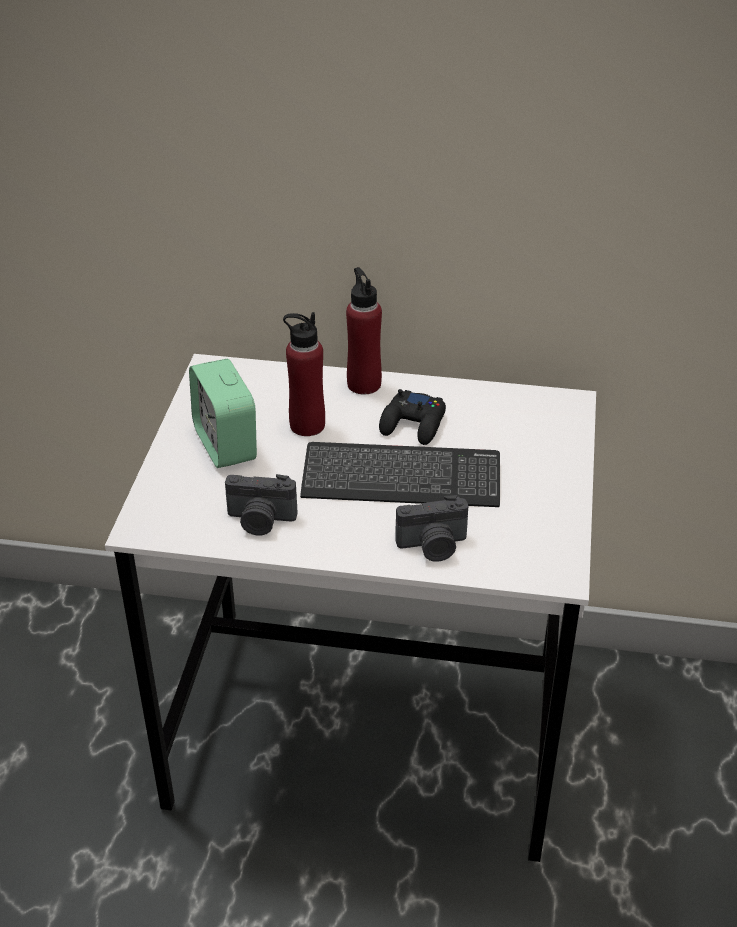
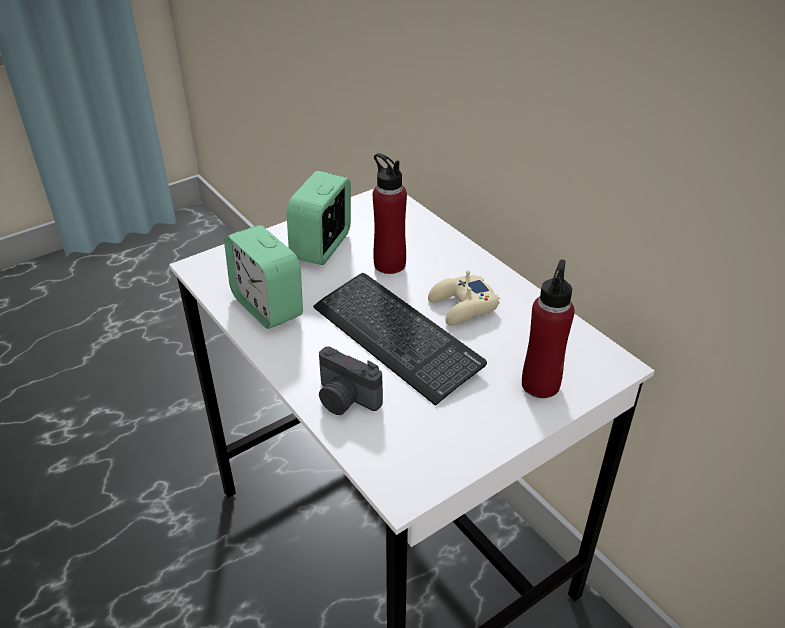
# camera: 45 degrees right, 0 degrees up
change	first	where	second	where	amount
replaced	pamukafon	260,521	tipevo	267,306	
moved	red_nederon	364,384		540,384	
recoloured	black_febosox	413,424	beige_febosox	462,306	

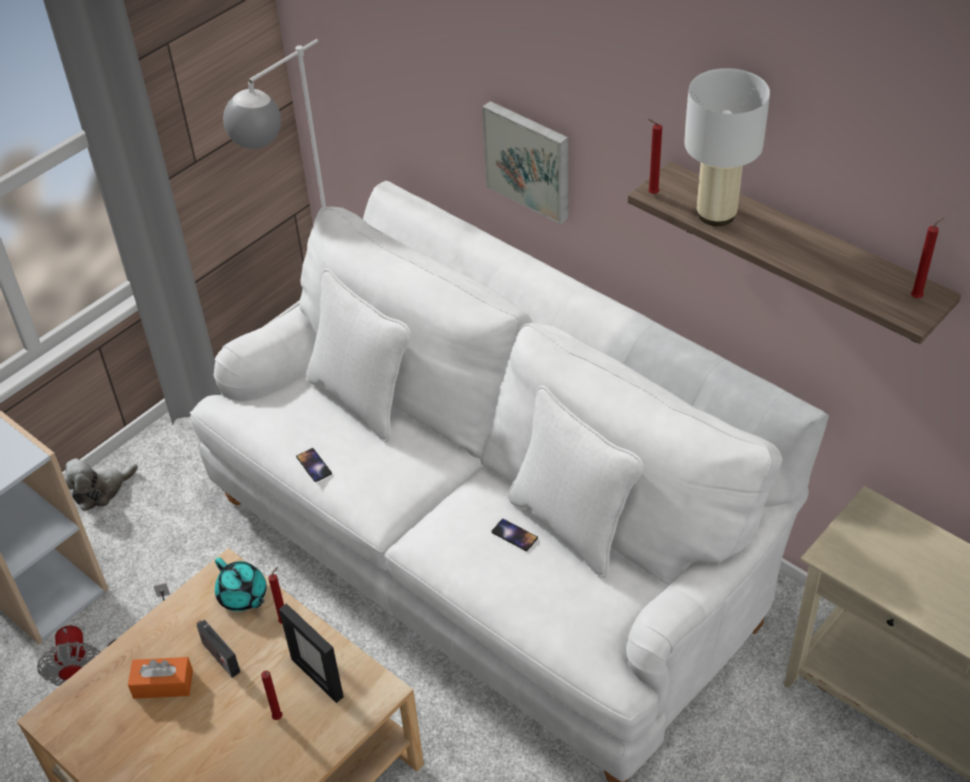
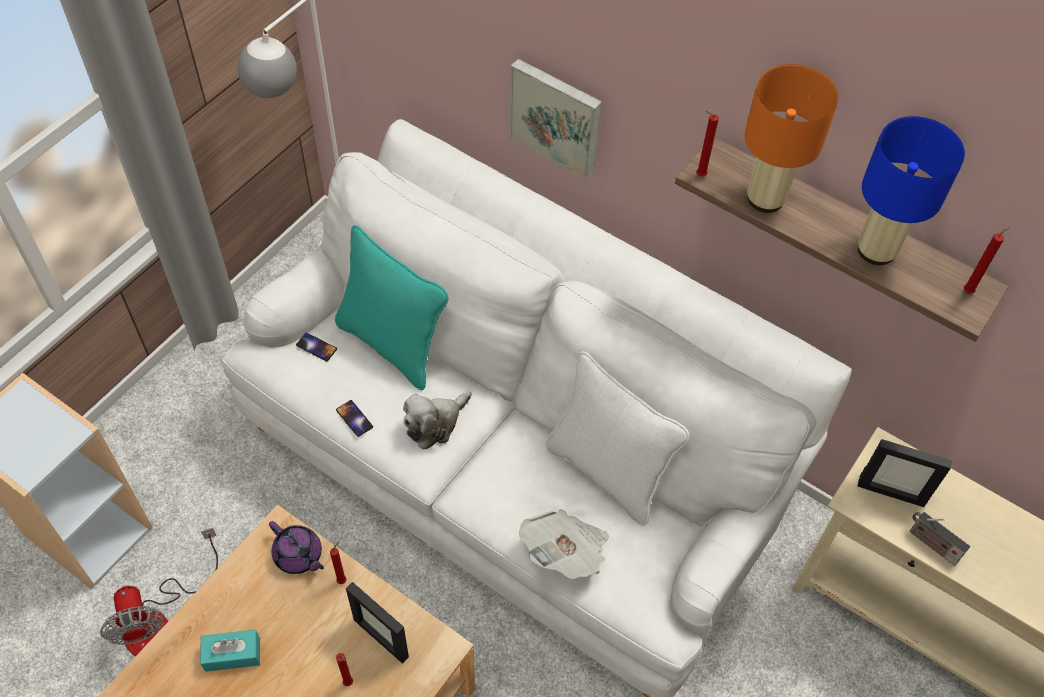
# camera: 10 degrees left, 10 degrees up
change	first	where	second	where	amount
moved	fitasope	100,490		435,423	
recoloured	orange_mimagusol	163,684	turquoise_mimagusol	232,654	
moved	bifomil	218,656		931,544	
recoloured	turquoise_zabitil	243,596	purple_zabitil	299,555	
recoloured	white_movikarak	362,399	turquoise_movikarak	392,344	
moved	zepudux	514,535		316,347	
recoloured	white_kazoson	717,215	orange_kazoson	766,199	
added			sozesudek	566,553	
added			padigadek	891,491	
added			blue_kazoson	877,251	

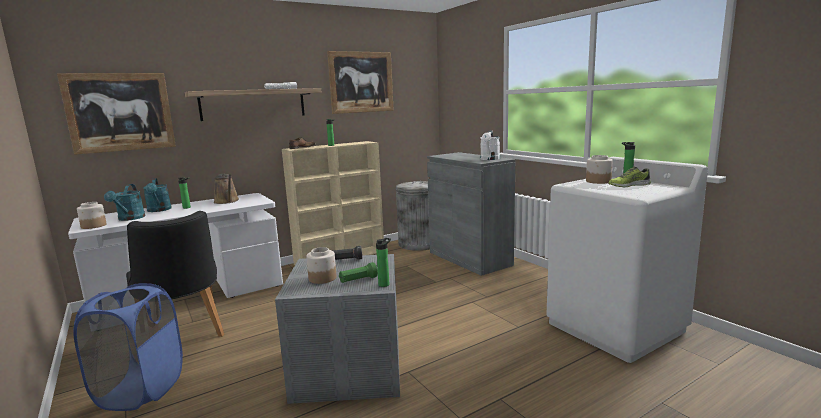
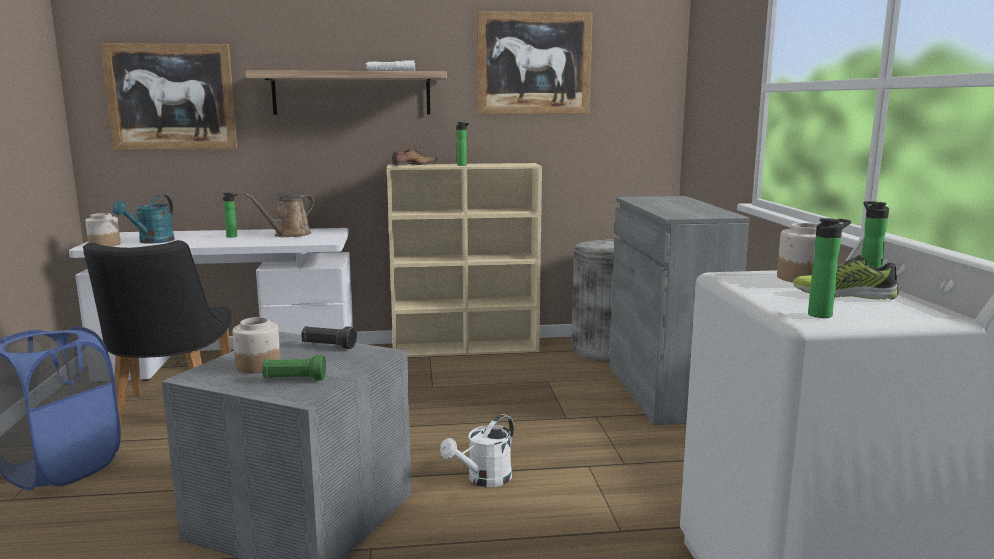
# camera: 25 degrees right, 0 degrees up
change	first	where	second	where	amount
removed	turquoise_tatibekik	159,210			
turned	brown_tatibekik	227,201		289,235	45 degrees clockwise
moved	nederon	385,284		823,315	
moved	white_tatibekik	489,159		484,480	

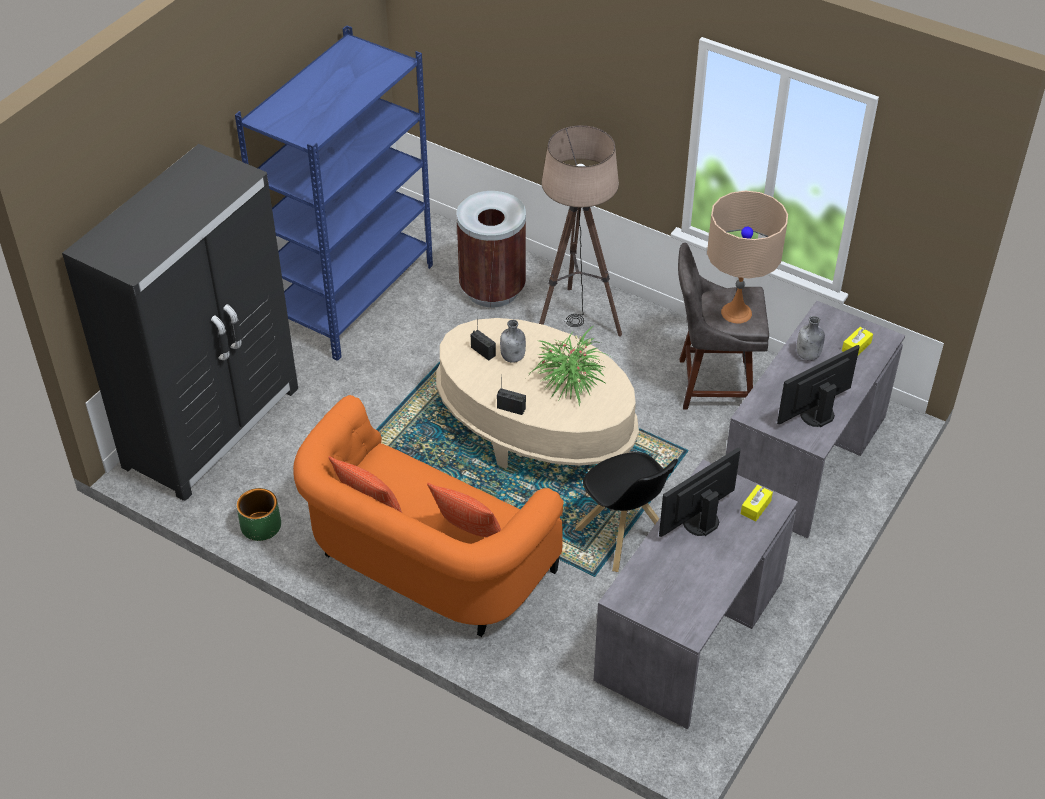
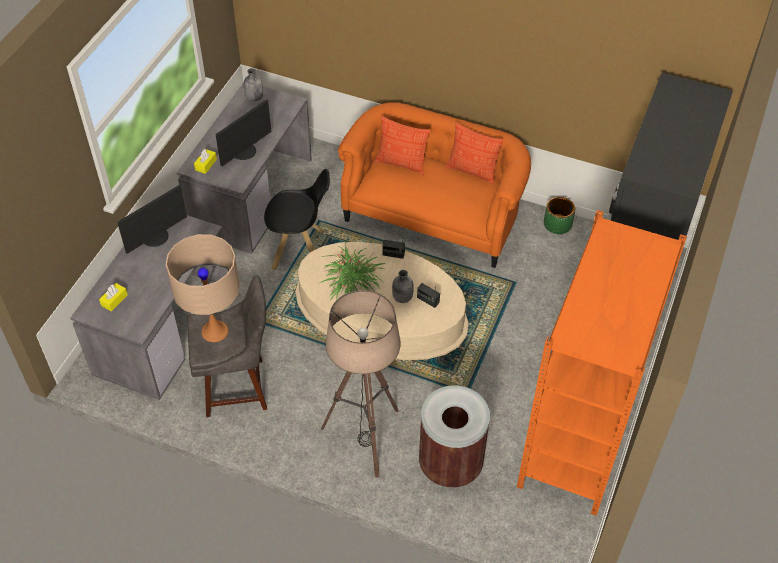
# camera: 170 degrees right, 5 degrees up
change	first	where	second	where	amount
recoloured	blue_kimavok	352,296	orange_kimavok	578,437	
turned	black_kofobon	625,536		300,250	135 degrees clockwise
moved	grey_nederon	808,355		254,97	

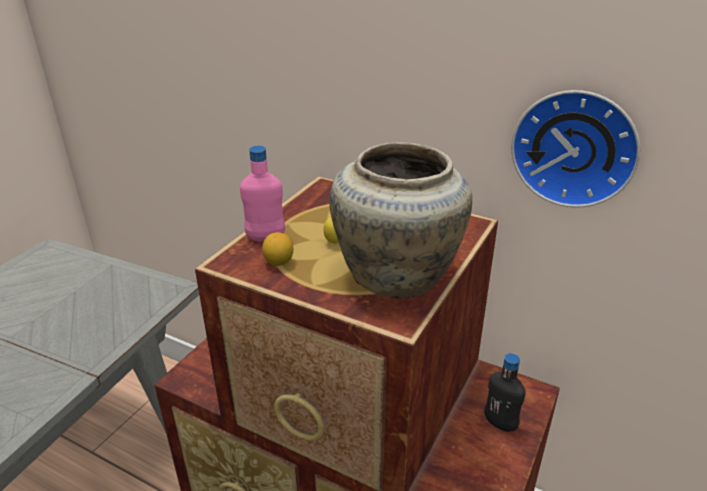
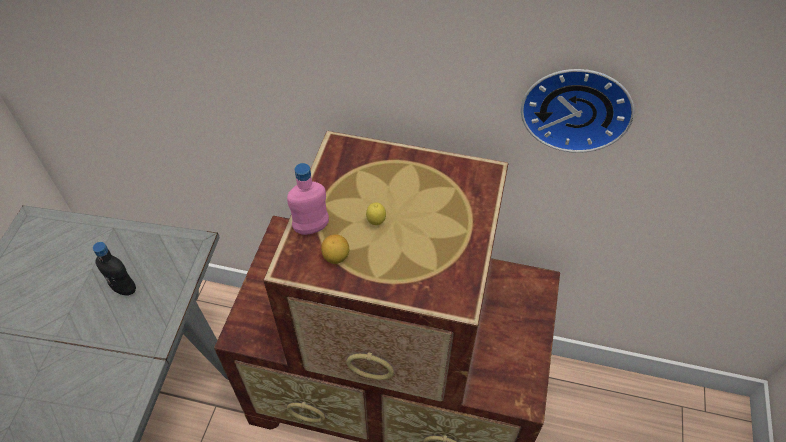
# camera: 15 degrees left, 20 degrees up
change	first	where	second	where	amount
removed	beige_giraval	398,276			
moved	black_nederon	500,423		124,288	

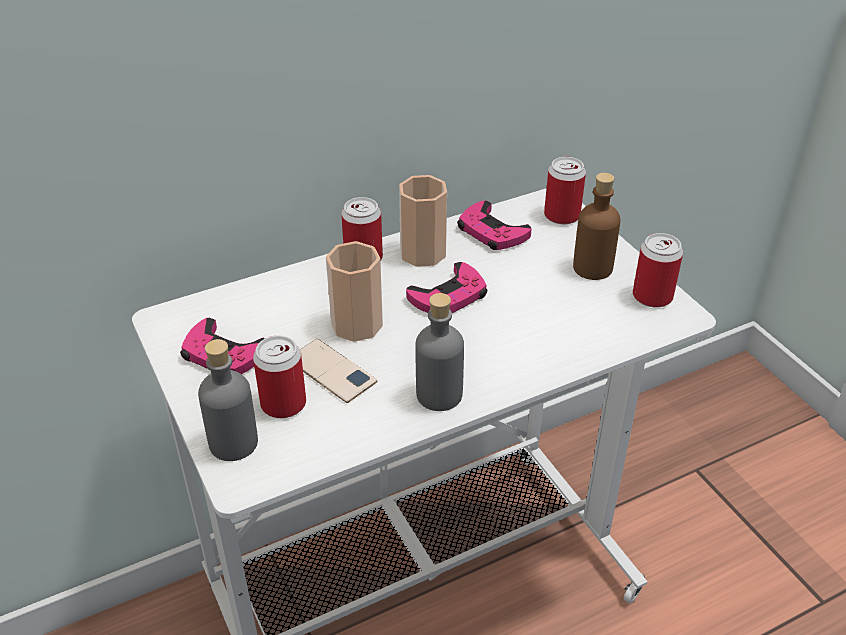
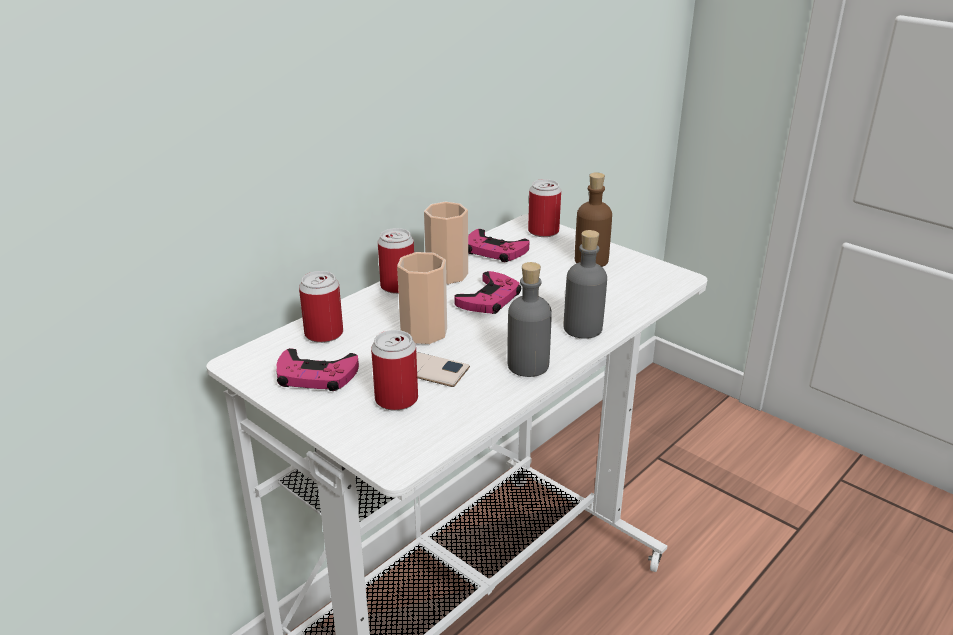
# camera: 20 degrees left, 10 degrees down
change	first	where	second	where	amount
moved	grey_nederon	234,443		583,328	
moved	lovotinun	652,296		324,334	

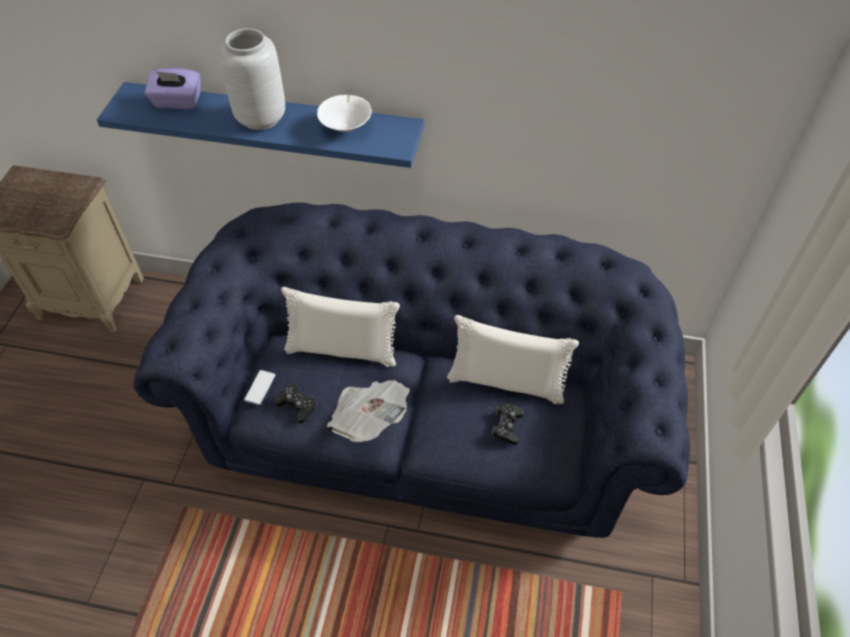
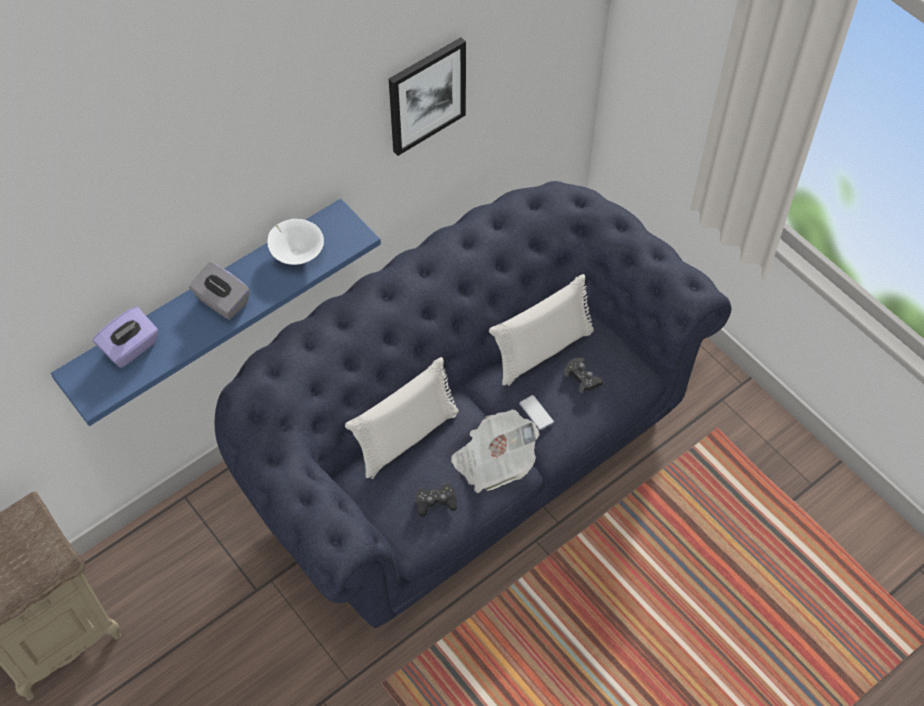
# camera: 50 degrees left, 5 degrees up
change	first	where	second	where	amount
replaced	grey_giraval	261,119	grey_mimagusol	222,302	
moved	zepudux	260,387		536,412	
added			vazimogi	426,95	

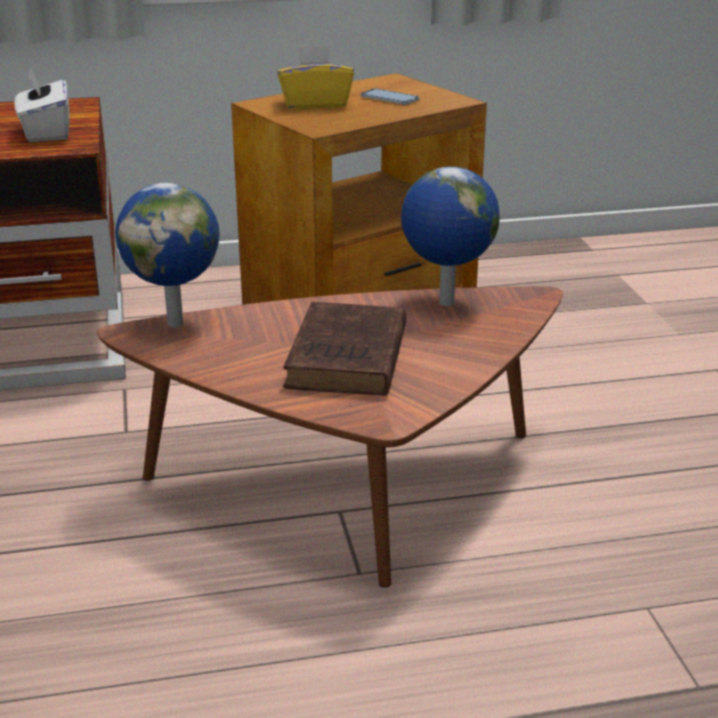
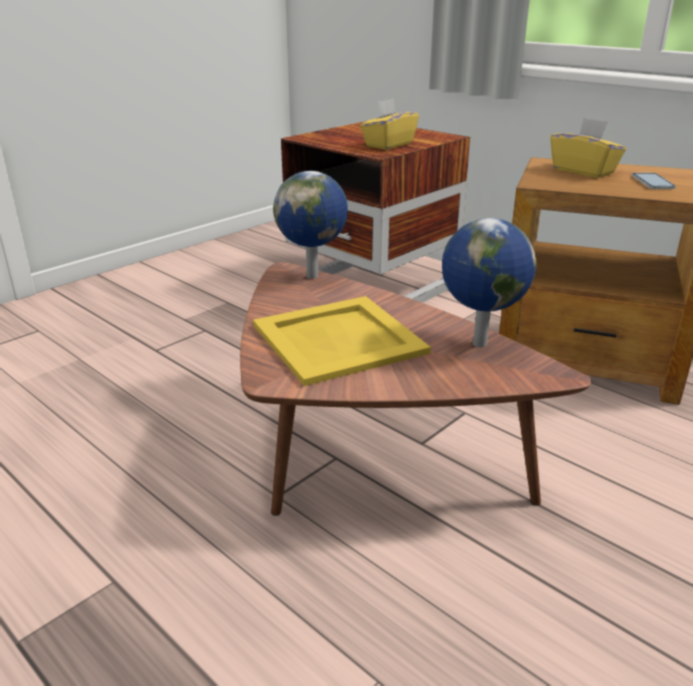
# camera: 55 degrees right, 0 degrees up
change	first	where	second	where	amount
recoloured	white_mimagusol	46,133	yellow_mimagusol	388,145	
replaced	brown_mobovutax	347,359	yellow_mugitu	336,338	

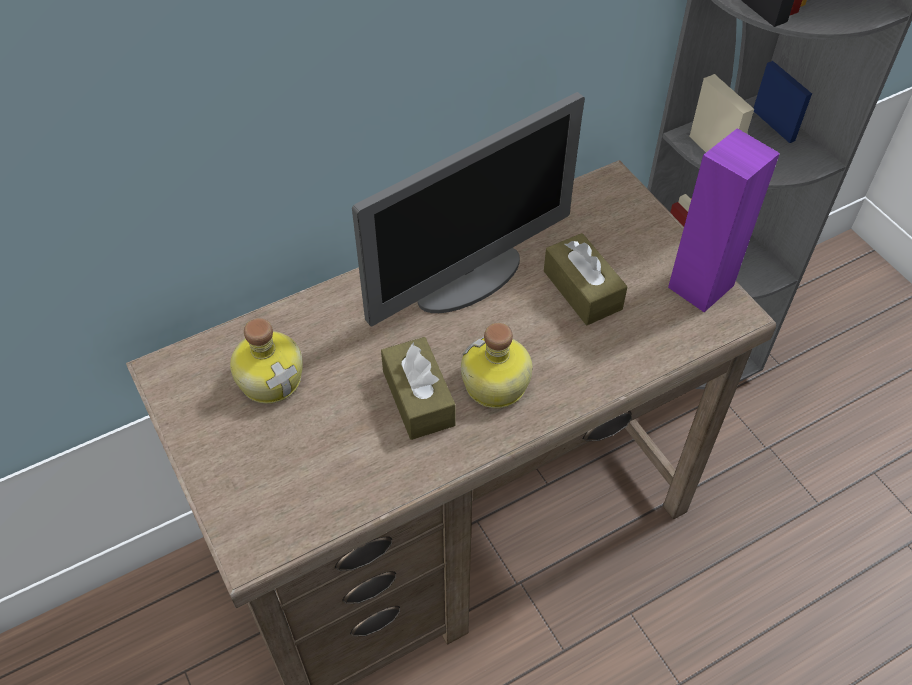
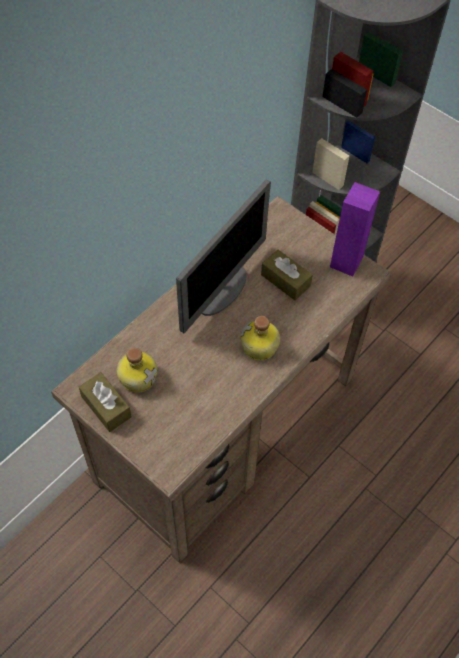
# camera: 20 degrees left, 5 degrees up
change	first	where	second	where	amount
moved	brown_mimagusol	418,398		106,406	

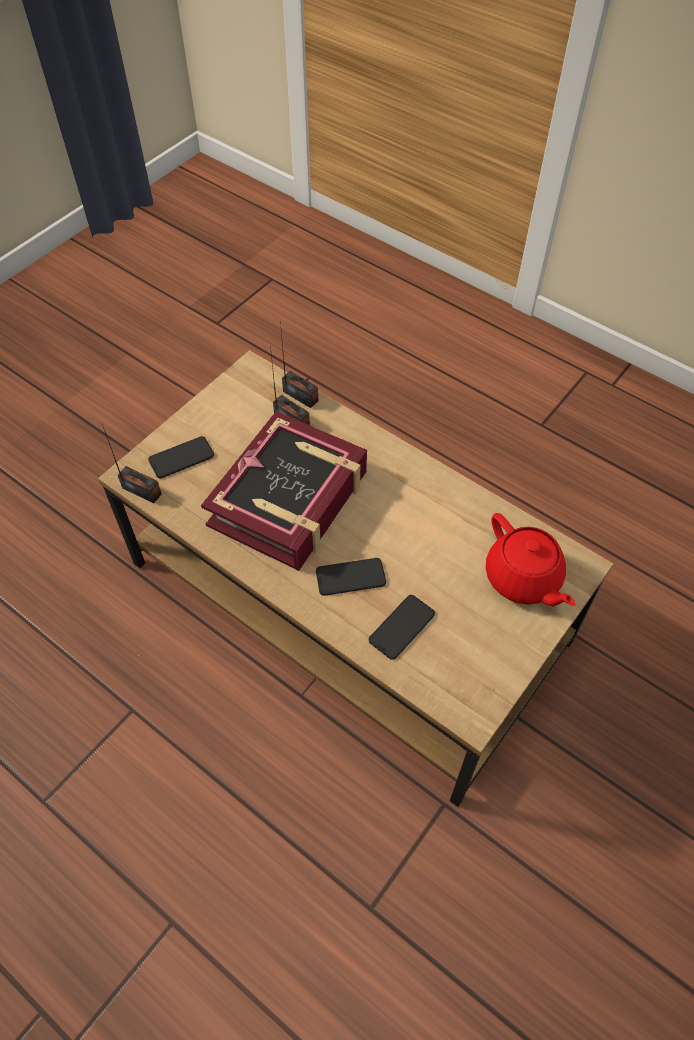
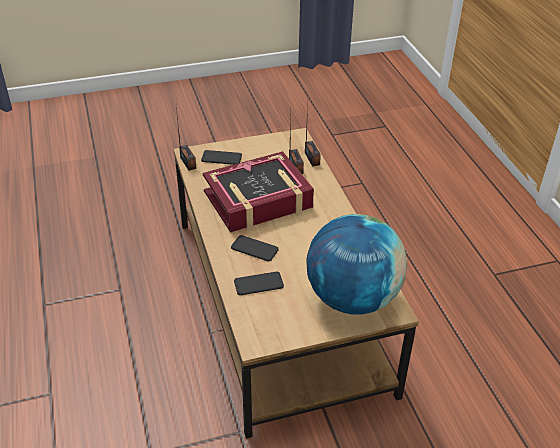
# camera: 35 degrees right, 15 degrees down
change	first	where	second	where	amount
replaced	red_zabitil	523,579	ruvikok	352,298	

